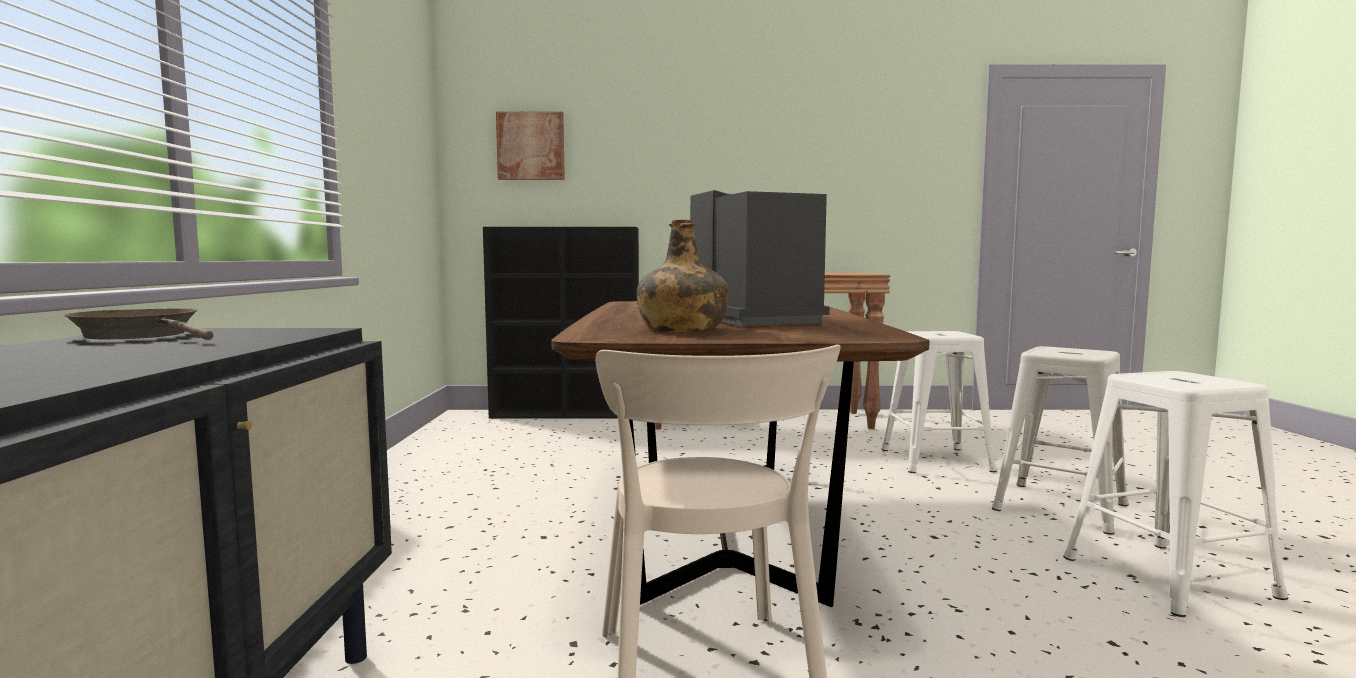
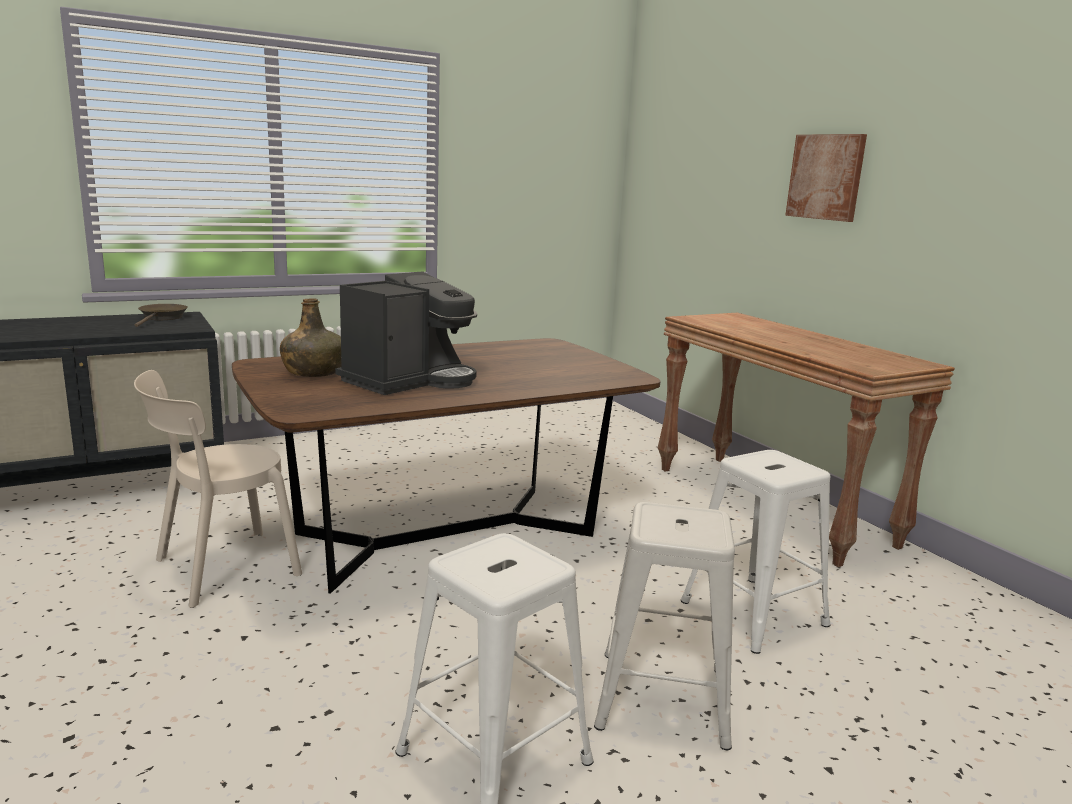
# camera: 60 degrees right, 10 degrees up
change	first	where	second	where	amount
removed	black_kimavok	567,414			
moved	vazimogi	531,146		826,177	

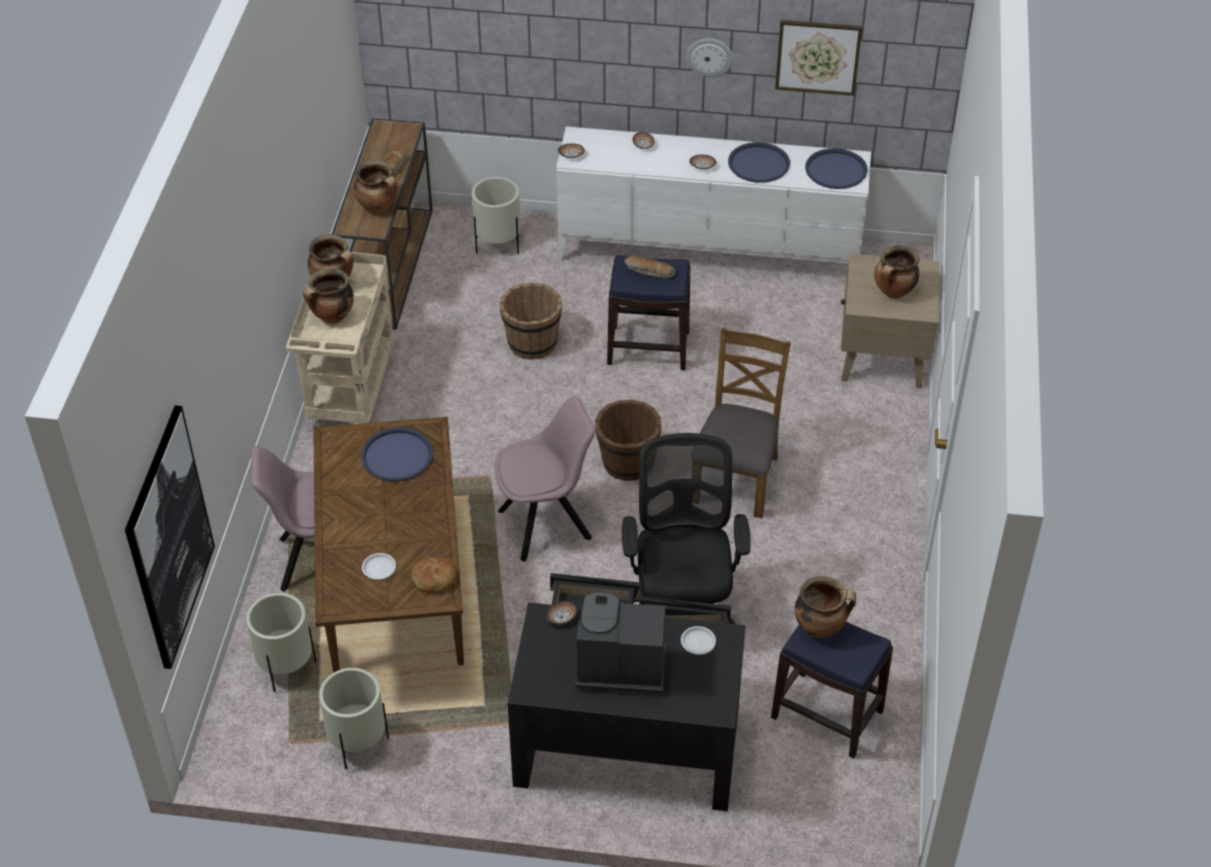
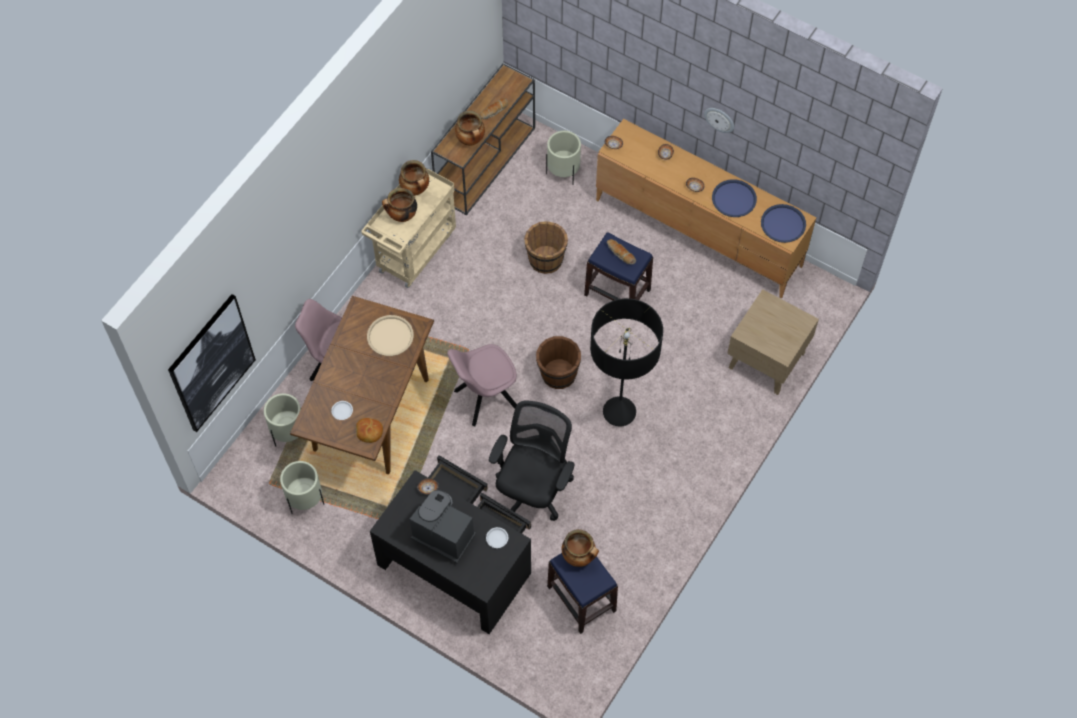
# camera: 25 degrees right, 15 degrees up
change	first	where	second	where	amount
recoloured	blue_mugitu	397,455	beige_mugitu	390,336	
turned	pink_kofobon	546,525		485,398	150 degrees clockwise
recoloured	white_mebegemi	710,253	brown_mebegemi	699,232	
replaced	brown_kofobon	736,478	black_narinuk	619,413	
removed	vazimogi	818,56			
removed	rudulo	894,293			

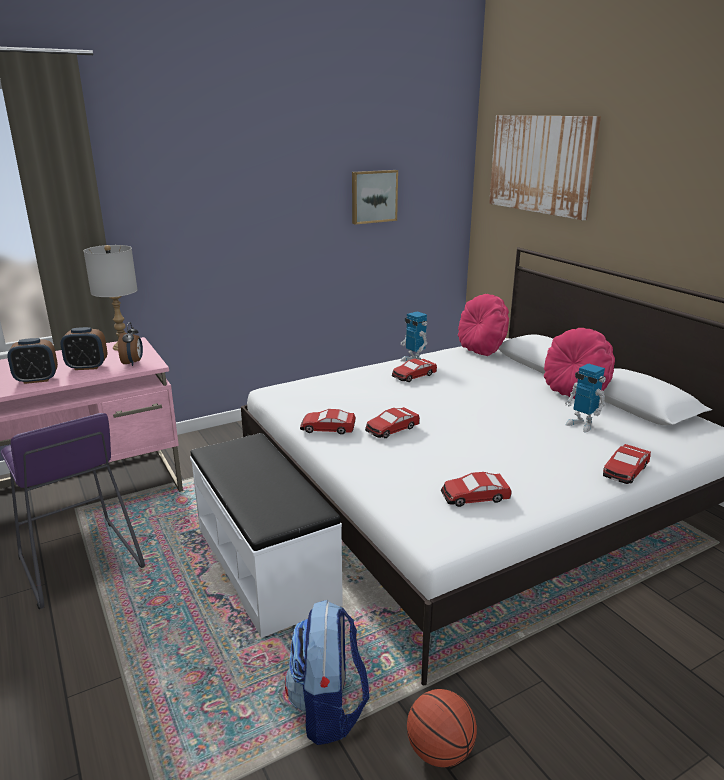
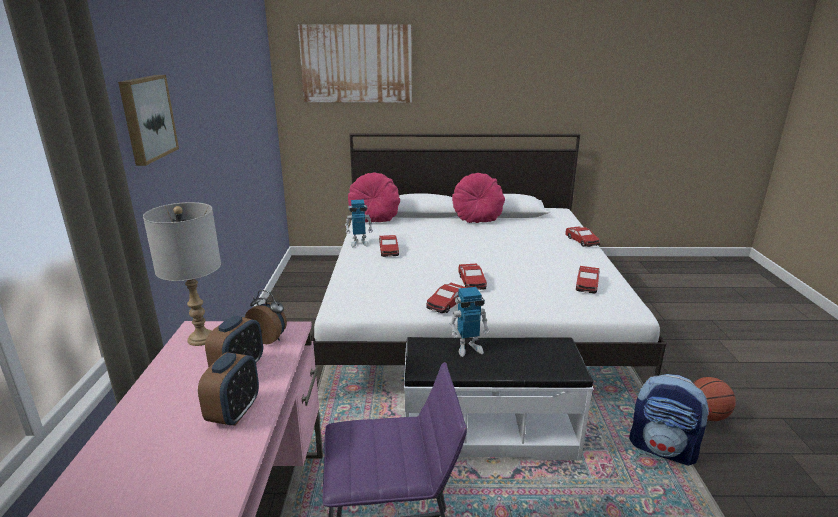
# camera: 60 degrees left, 0 degrees up
change	first	where	second	where	amount
moved	vazimogi	373,196		146,118	
moved	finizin	581,424		468,348	

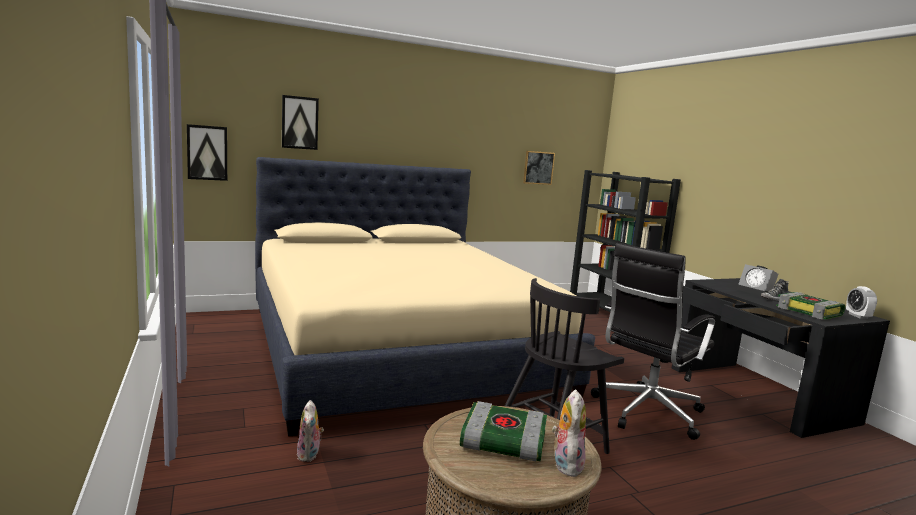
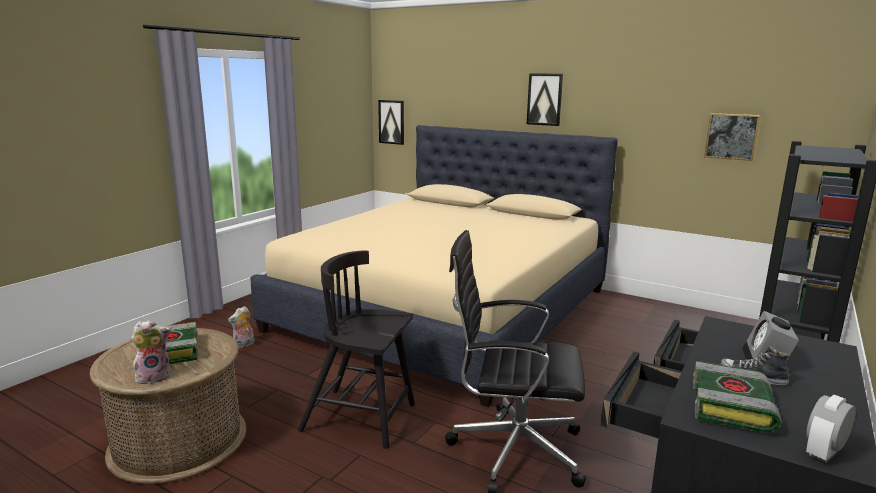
# camera: 55 degrees right, 5 degrees up
change	first	where	second	where	amount
moved	vazimogi	299,122		544,99	

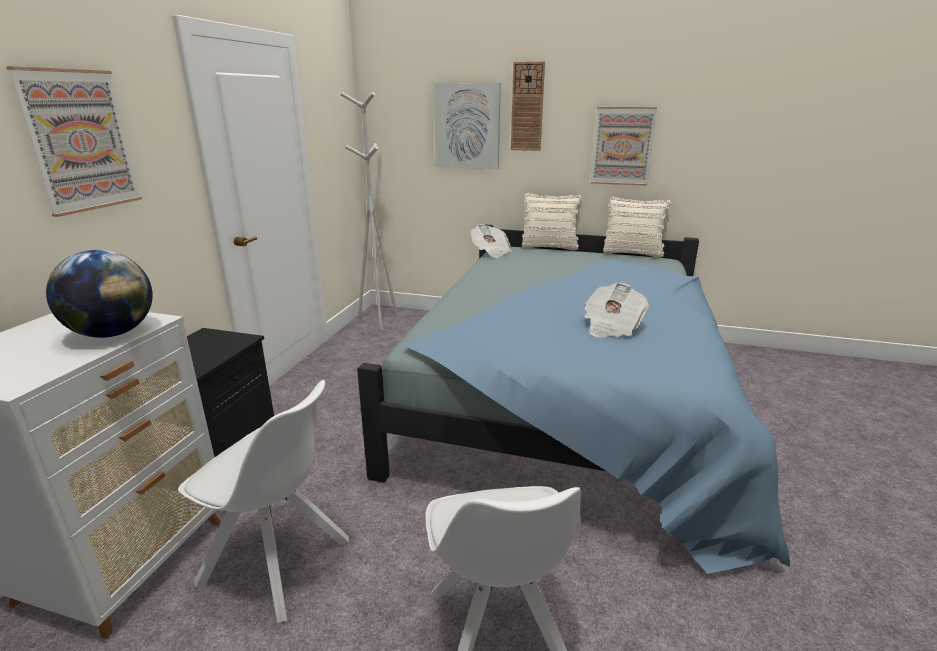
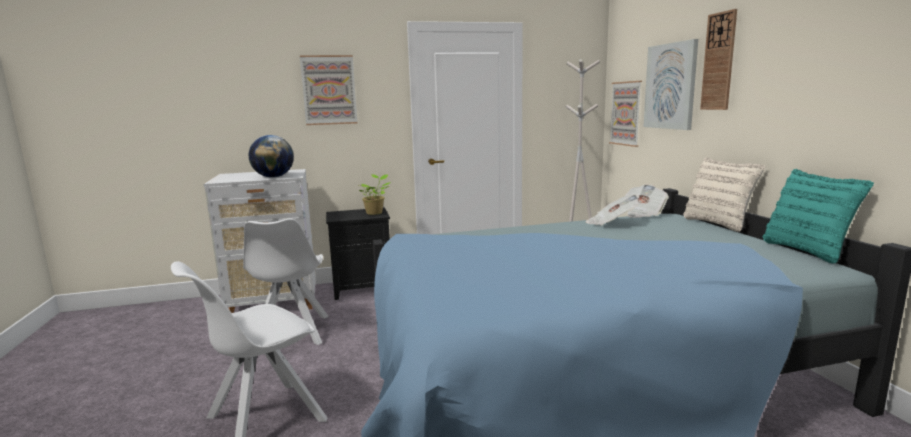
# camera: 60 degrees right, 10 degrees down
change	first	where	second	where	amount
moved	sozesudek	611,327		611,223	
moved	vazimogi	622,146		626,113	
recoloured	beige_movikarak	632,254	turquoise_movikarak	807,251	
added			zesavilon	375,212	

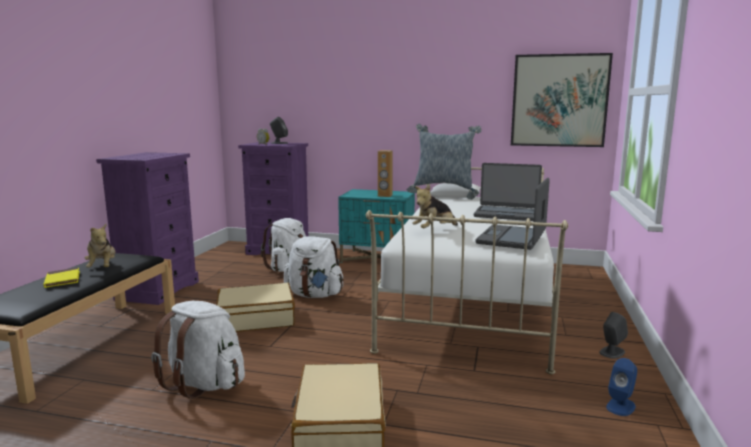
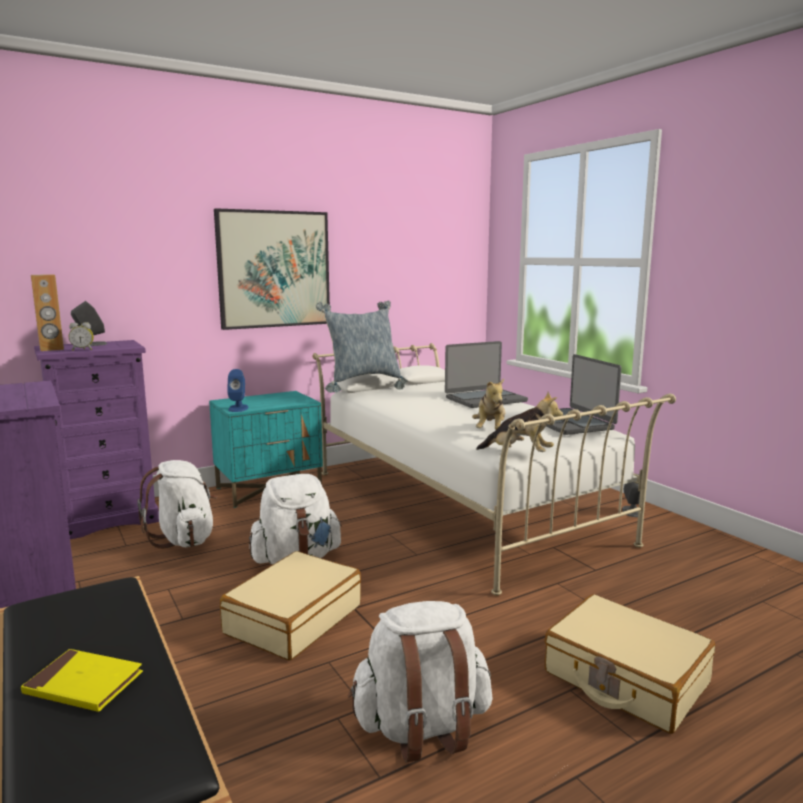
# camera: 45 degrees left, 0 degrees up
change	first	where	second	where	amount
moved	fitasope	102,267		519,454	
moved	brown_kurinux	385,195		51,349	
moved	vazimogi	559,100		274,269	
moved	blue_kurinux	621,406		238,408	

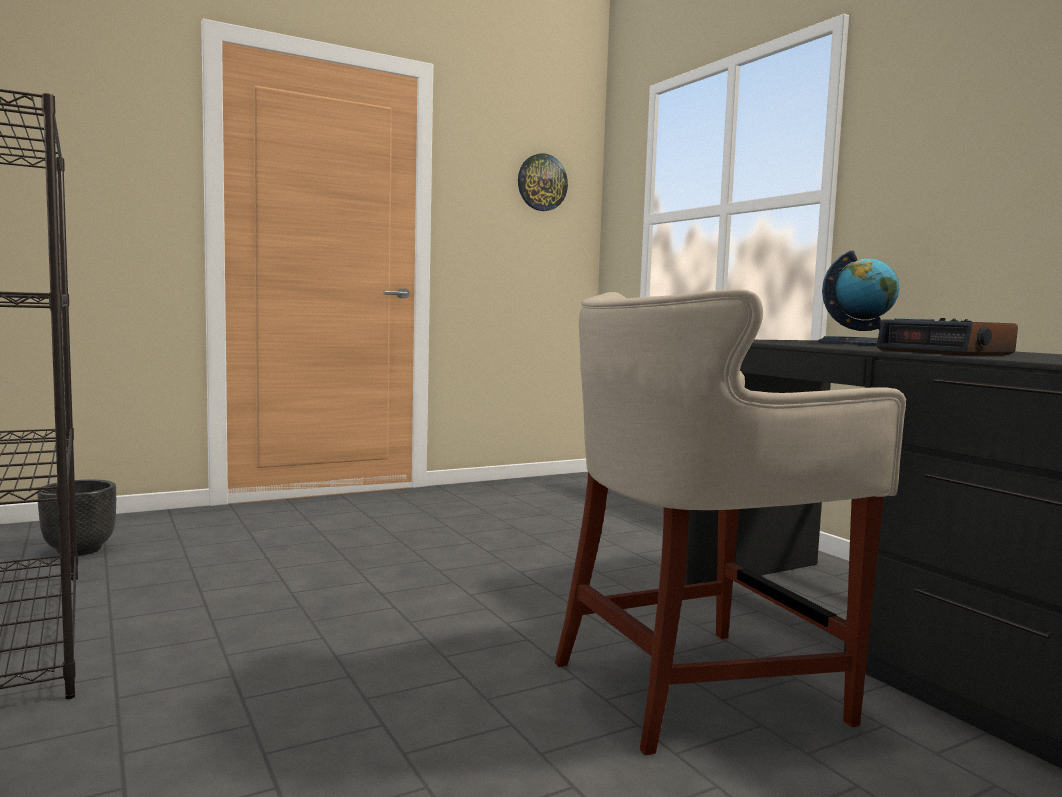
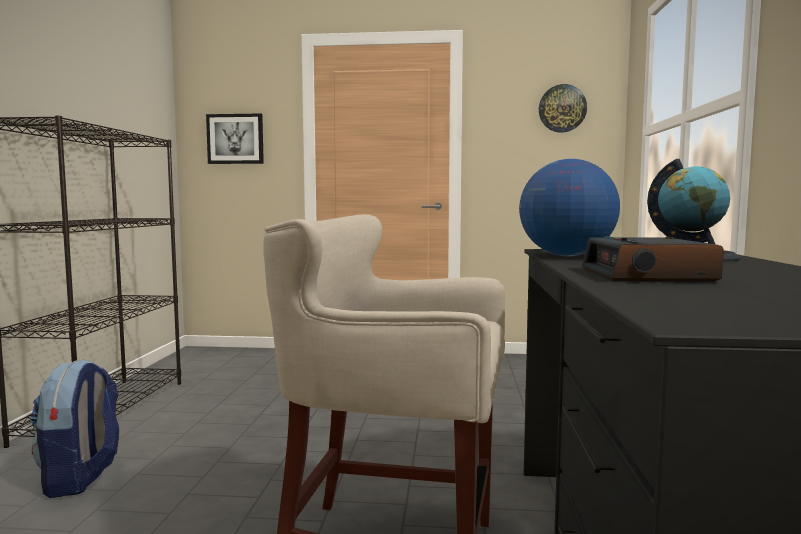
# camera: 35 degrees right, 0 degrees up
change	first	where	second	where	amount
removed	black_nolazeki	79,550			
added			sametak	81,478	
added			vazimogi	235,139	
added			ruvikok	566,256	

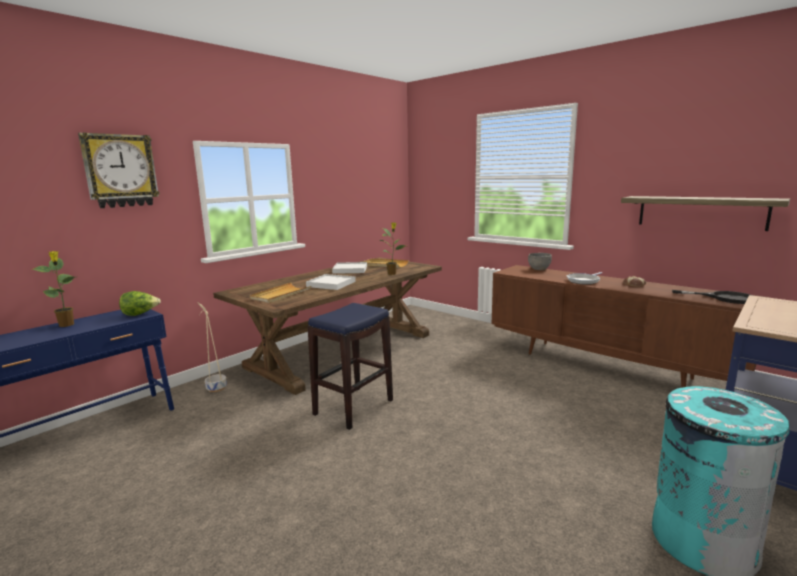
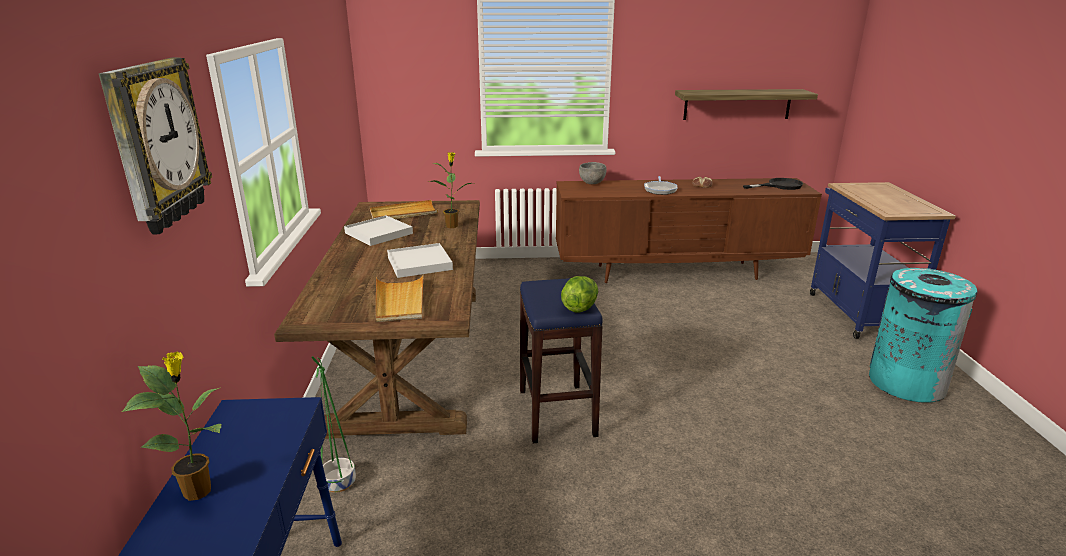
# camera: 45 degrees left, 10 degrees up
change	first	where	second	where	amount
moved	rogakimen	140,314		580,307	
recoloured	beige_nolazeki	216,388	green_nolazeki	338,483	

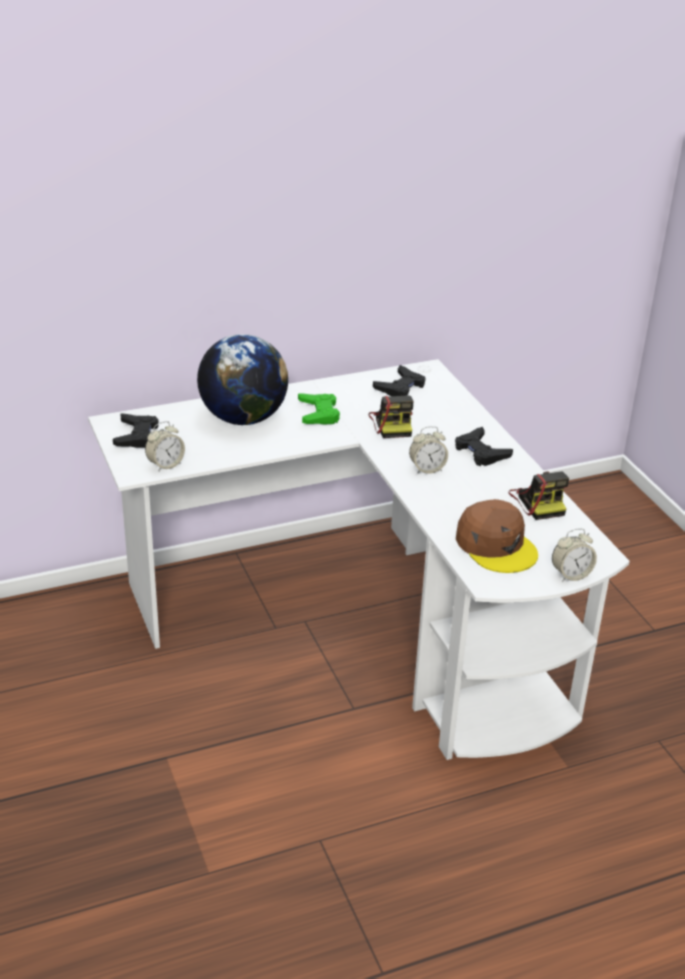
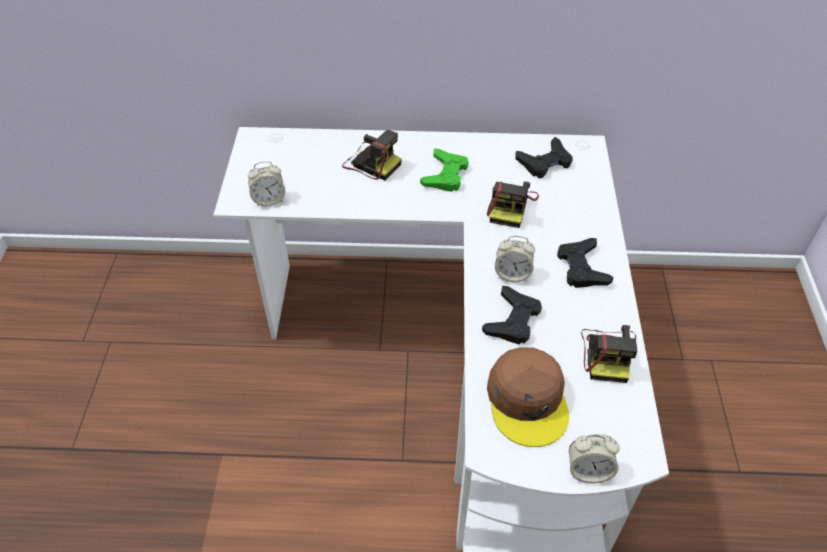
# camera: 25 degrees right, 15 degrees up
change	first	where	second	where	amount
moved	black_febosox	137,436		512,320	
replaced	ruvikok	243,418	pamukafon	371,163	

